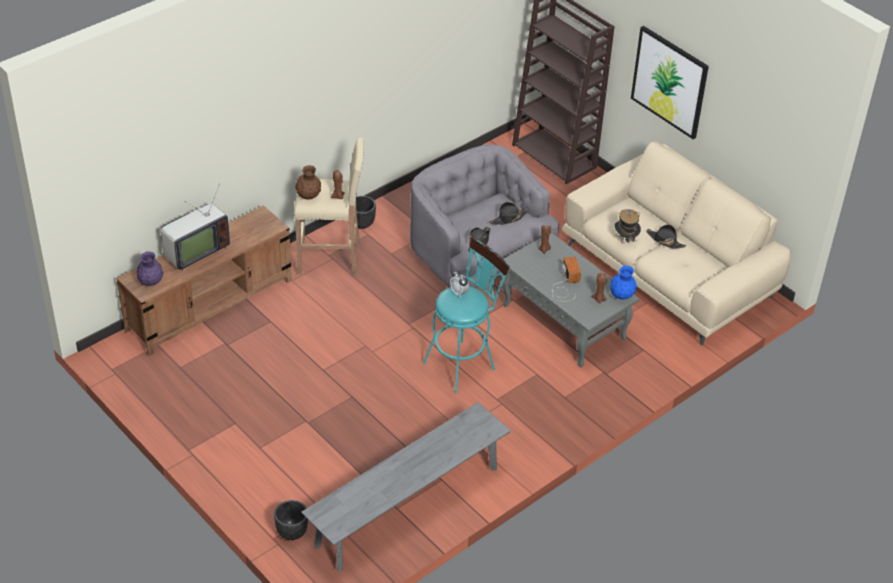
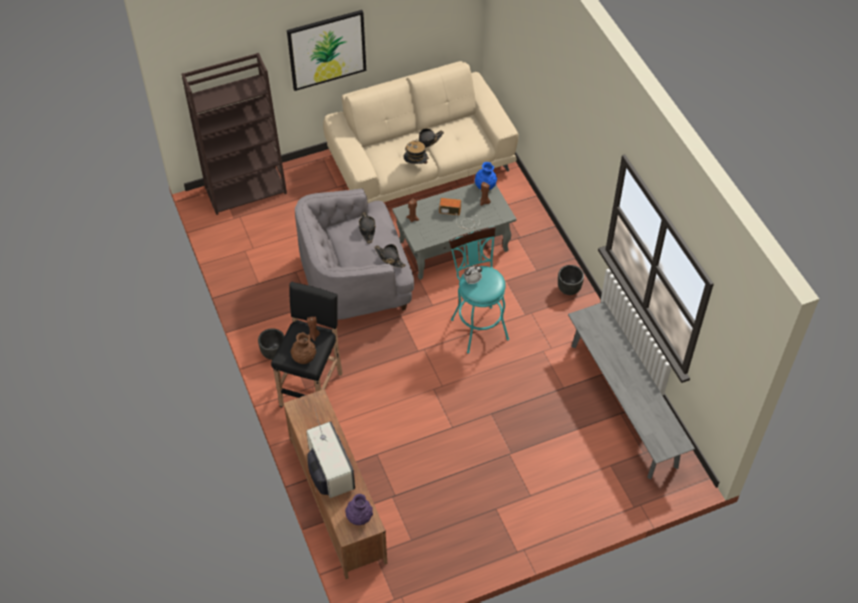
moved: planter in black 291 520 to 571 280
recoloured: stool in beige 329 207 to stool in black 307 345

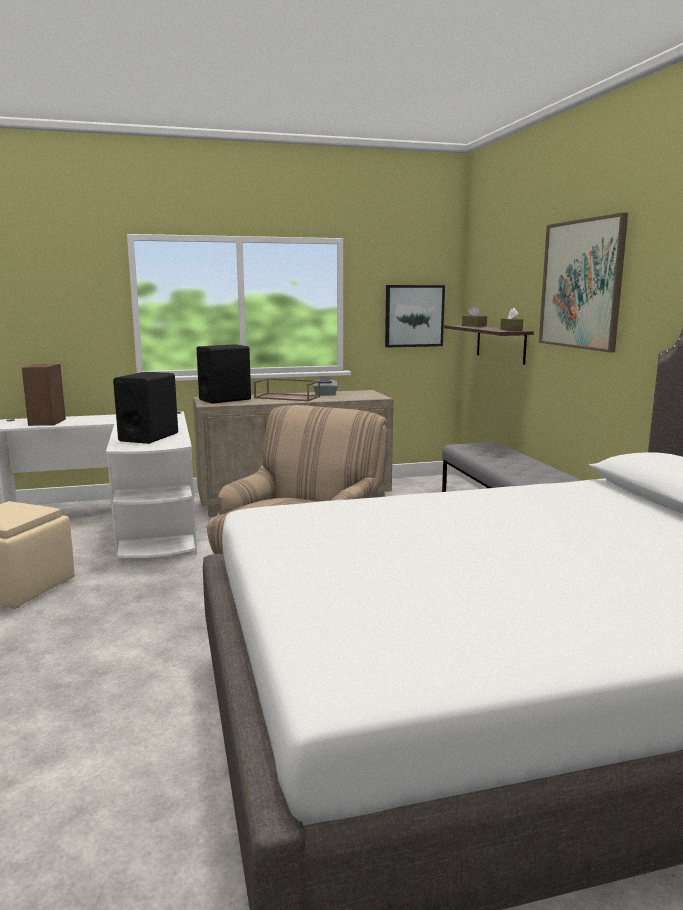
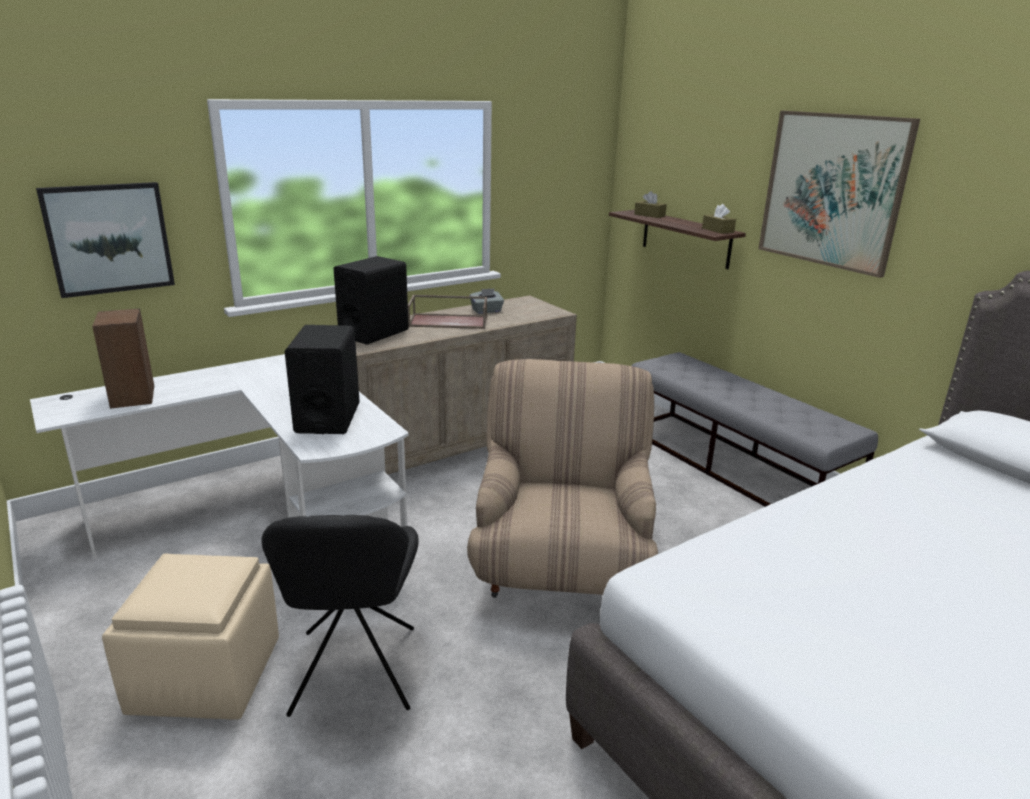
added: chair in black 340 616
moved: picture 415 316 to 105 240

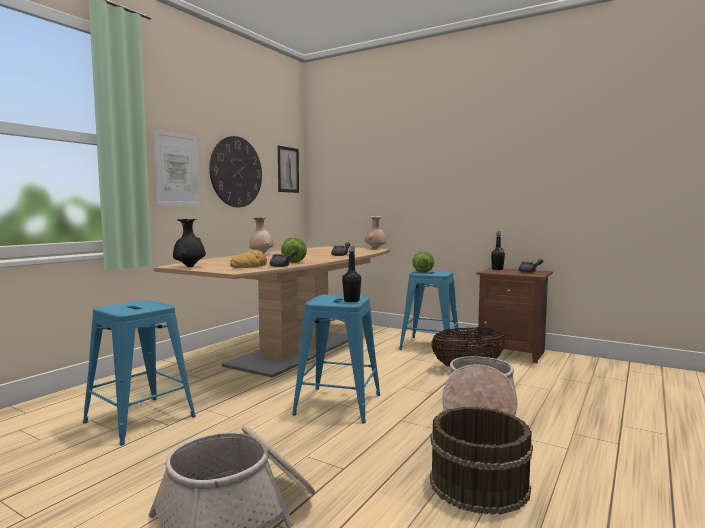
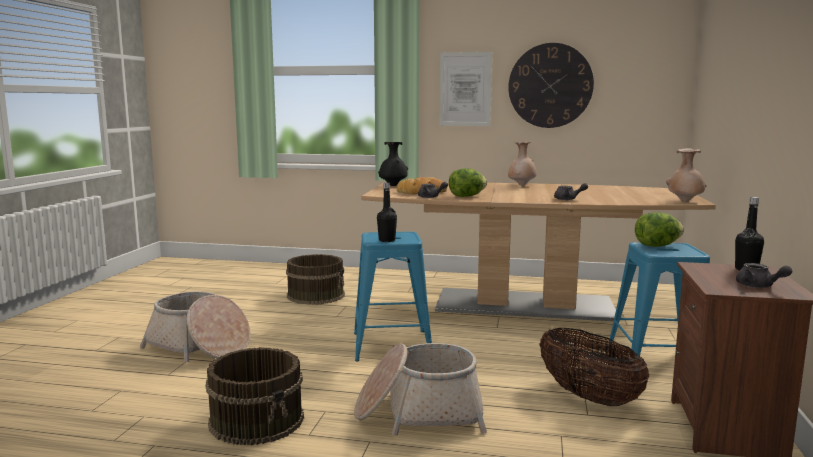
removed: picture 288 169
replaced: stool in blue 139 372 to bucket in brown 315 279

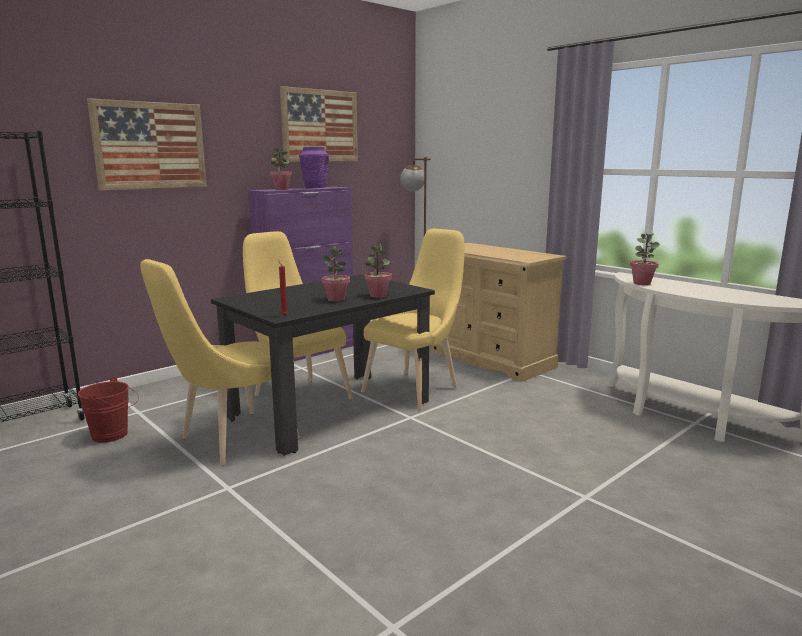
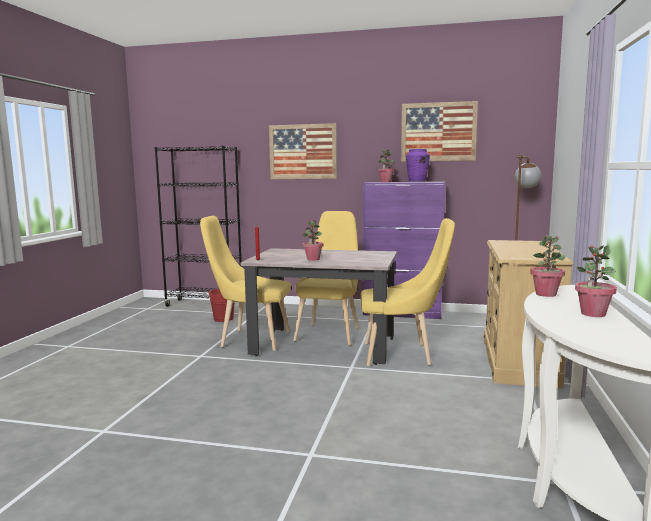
moved: potted plant 378 271 to 596 281
recoloured: dining table in black 323 365 to dining table in beige 319 306

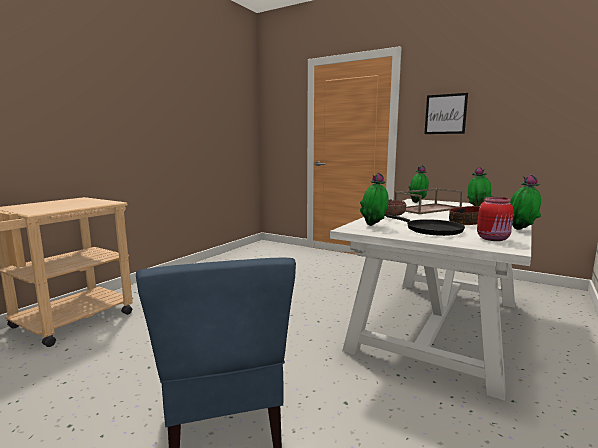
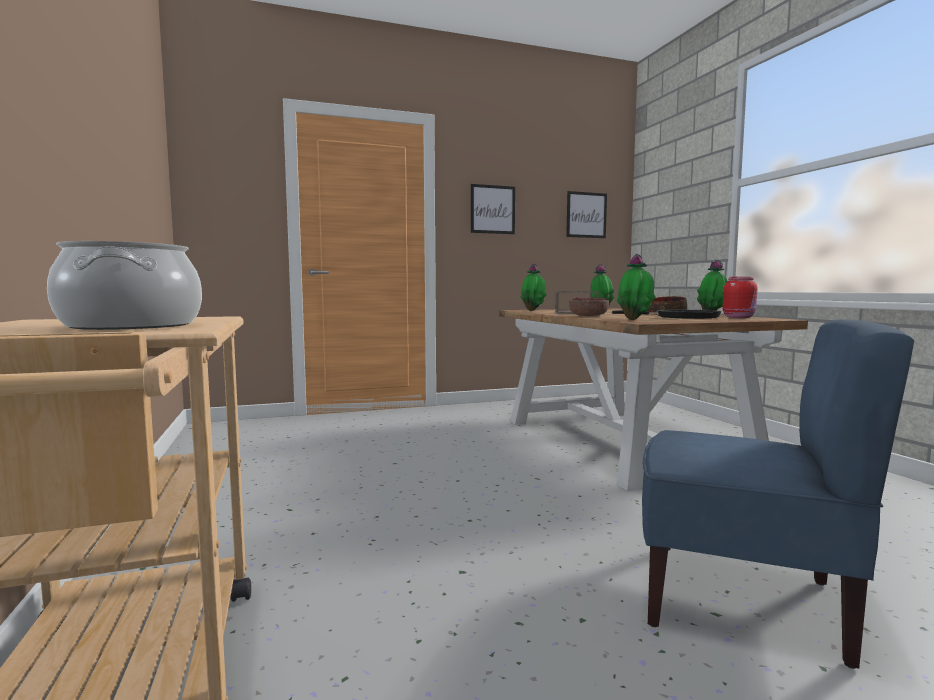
added: cooking pot 124 285; picture 586 214
recoloured: dining table in white 431 300 to dining table in brown 653 400

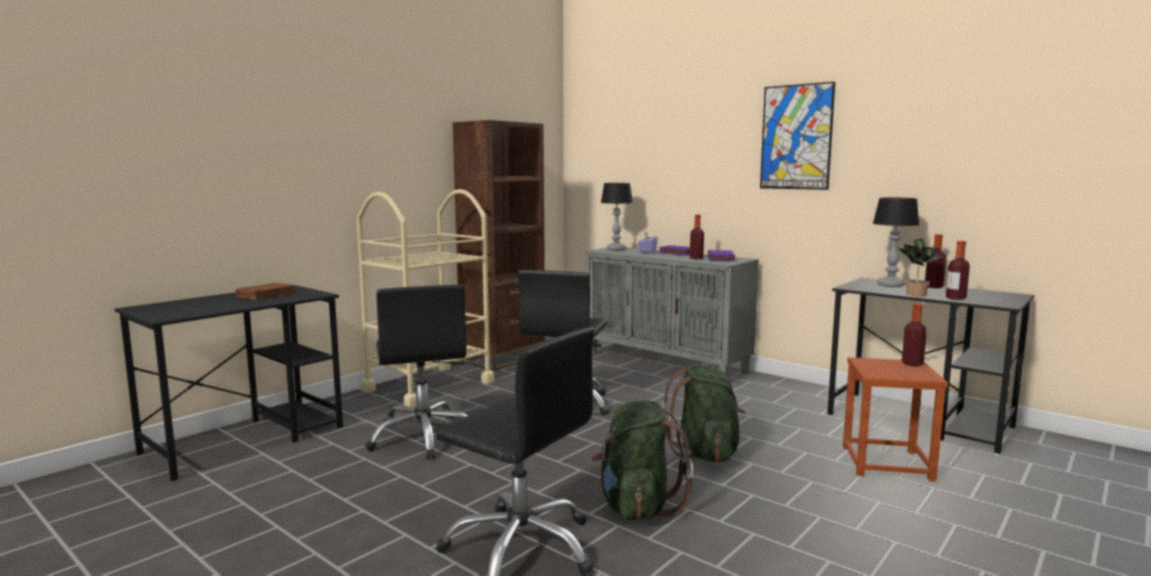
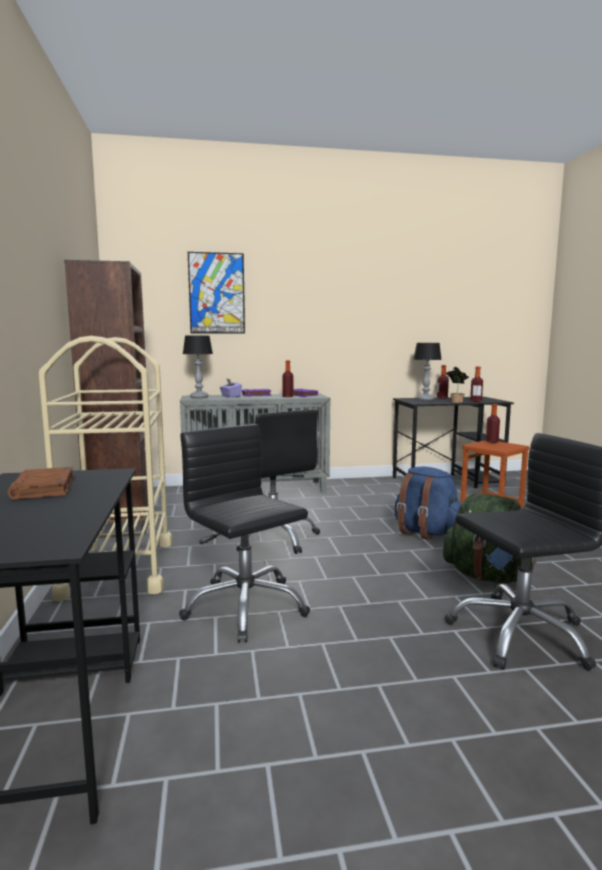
moved: picture 797 136 to 216 293
recoloured: backpack in green 703 413 to backpack in blue 428 503
turned: office chair in black 416 372 = 244 533 150 degrees counterclockwise

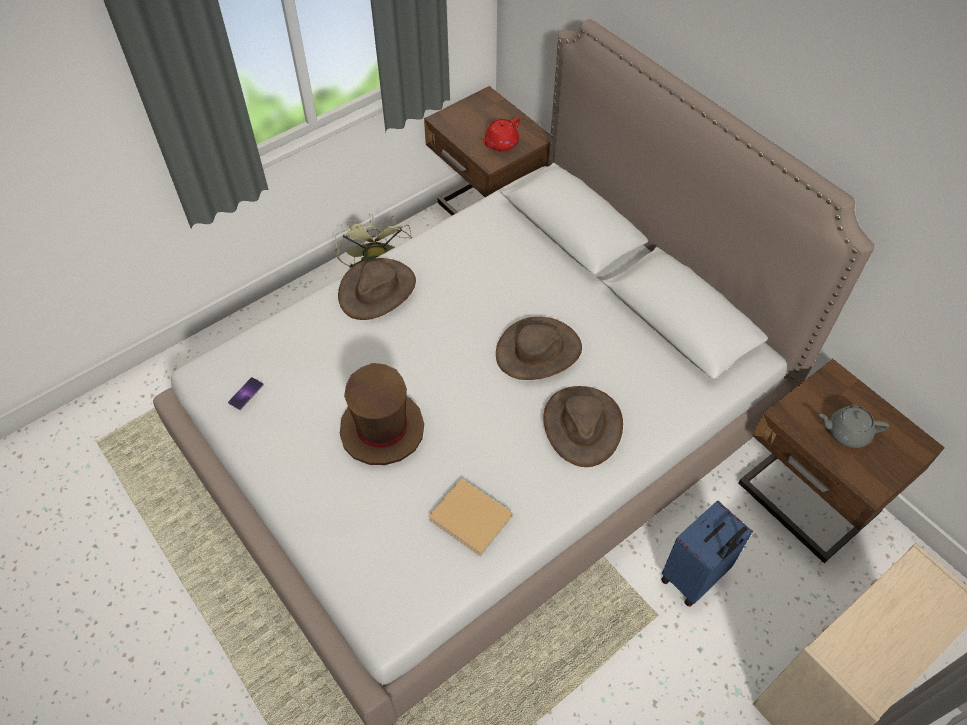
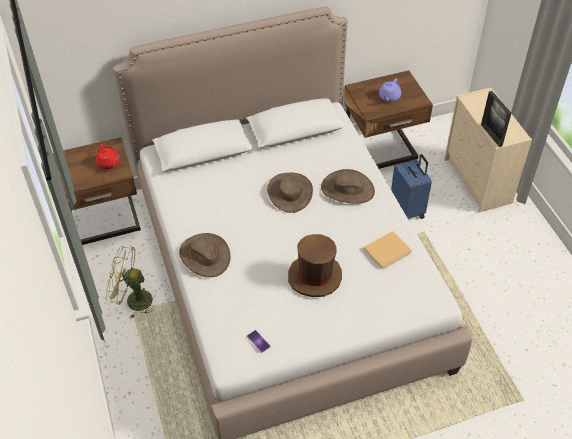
added: picture frame 496 119
recoloured: teapot in grey 854 426 to teapot in purple 390 90

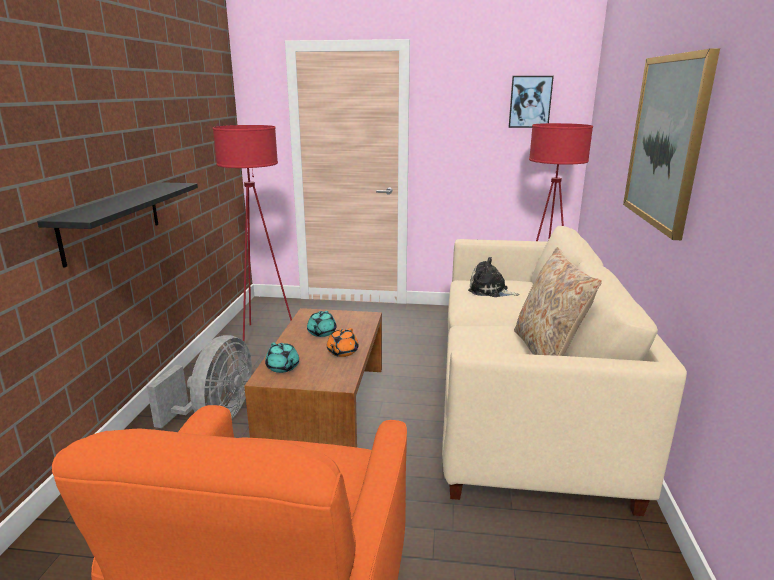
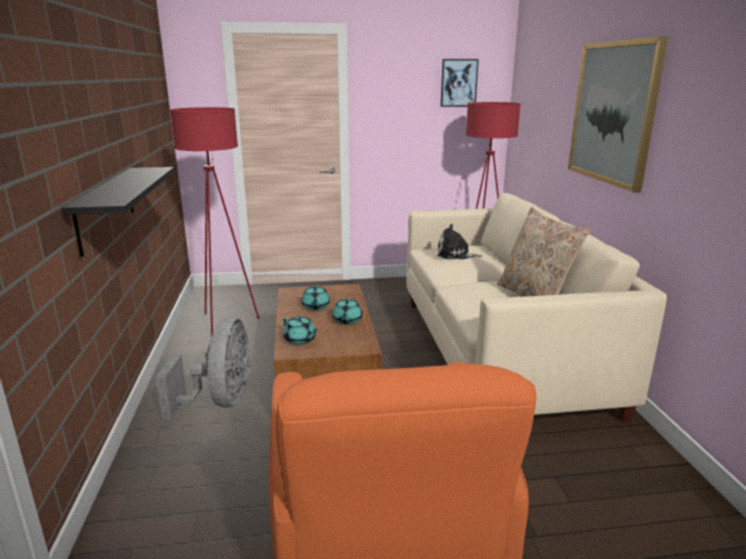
recoloured: teapot in orange 343 342 to teapot in turquoise 347 311

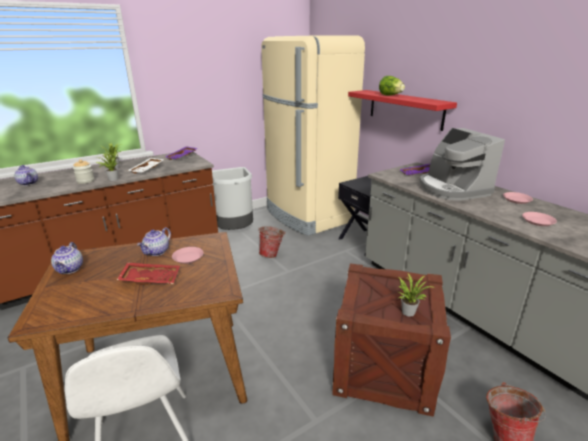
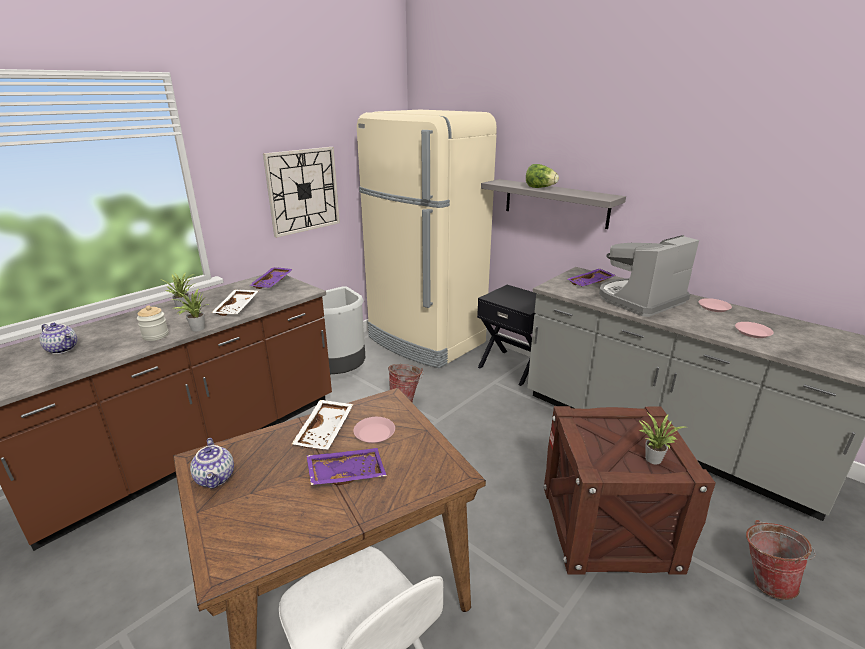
added: wall clock 301 192
replaced: teapot 154 241 to tray in white 322 424
recoloured: tray in red 148 273 to tray in purple 347 466; shelf in red 402 110 to shelf in grey 553 204
turned: coffee machine 462 164 = 649 276 90 degrees clockwise

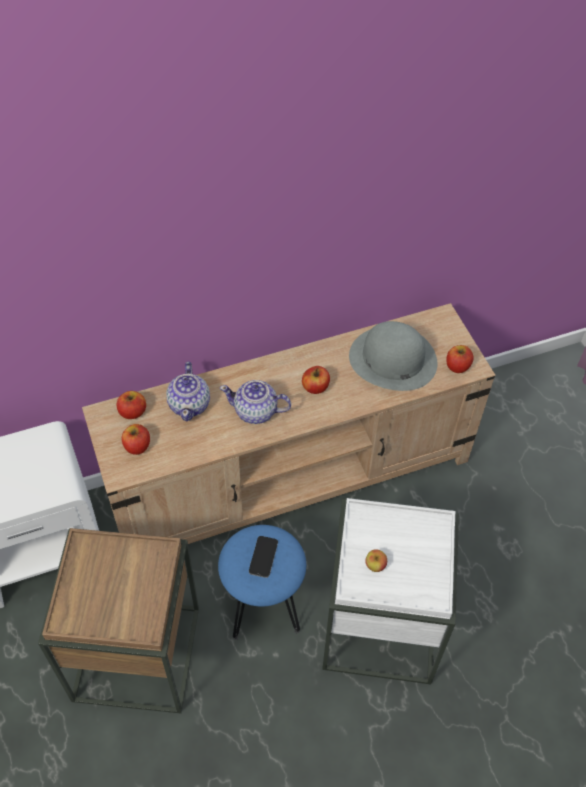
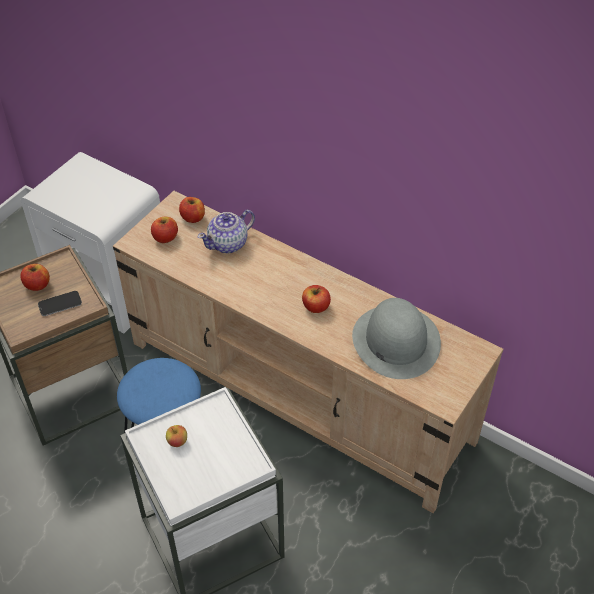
removed: teapot 255 402
moved: apple 460 359 to 35 277; phone 263 557 to 60 303

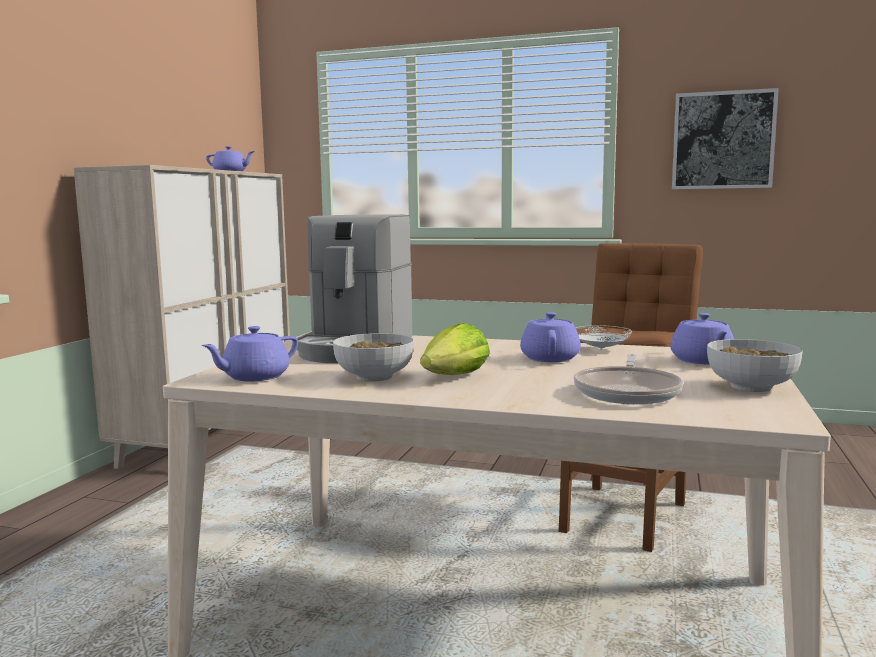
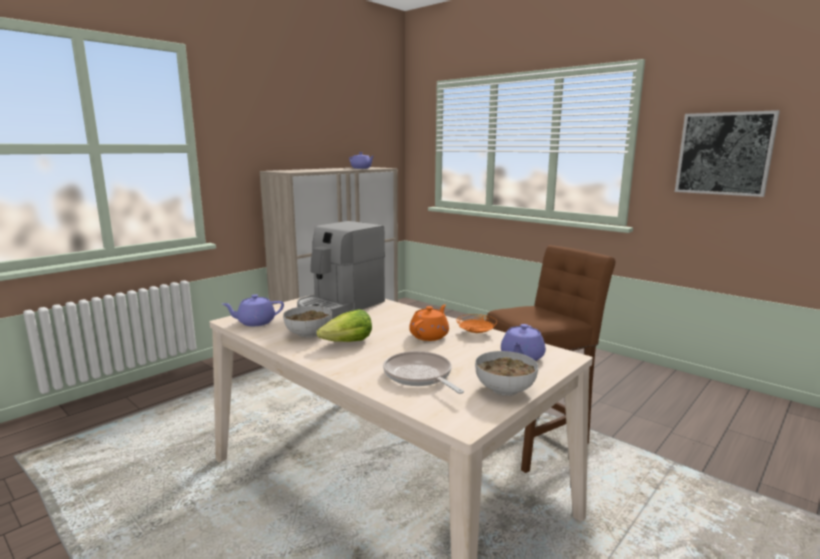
recoloured: teapot in purple 550 337 to teapot in orange 429 322; plate in white 604 337 to plate in orange 477 324
turned: frying pan 628 379 = 423 372 105 degrees clockwise

